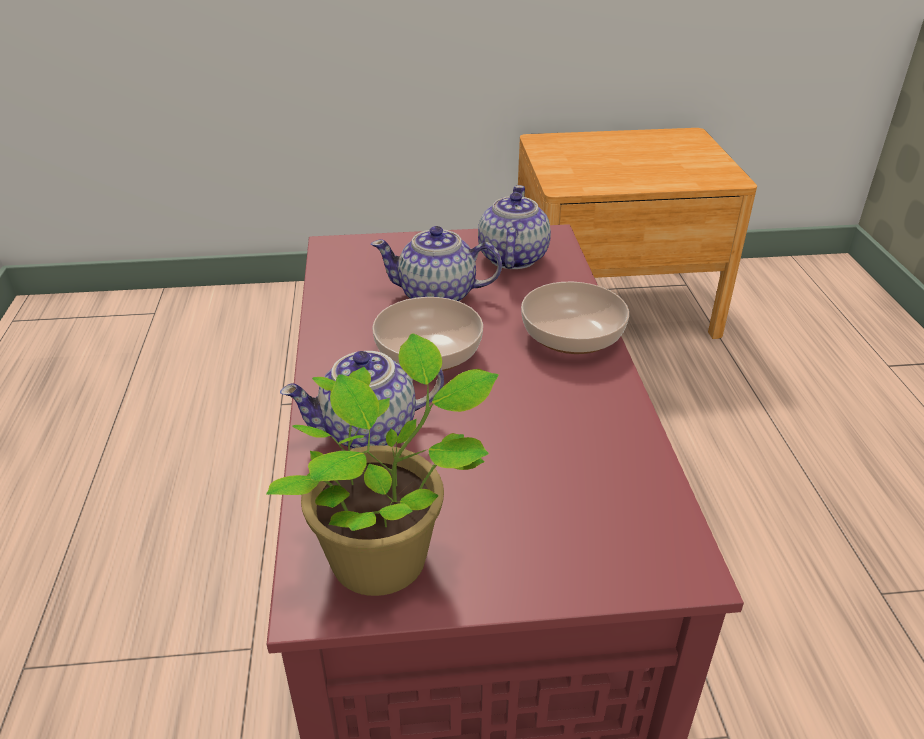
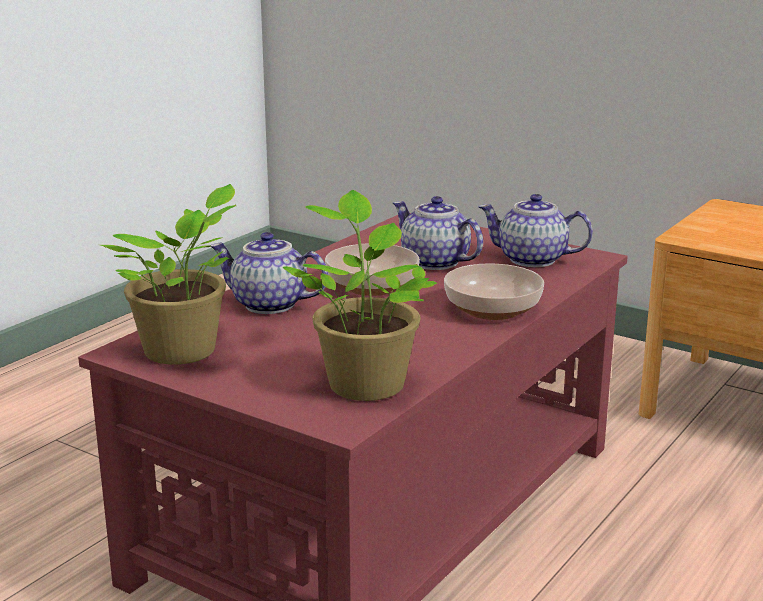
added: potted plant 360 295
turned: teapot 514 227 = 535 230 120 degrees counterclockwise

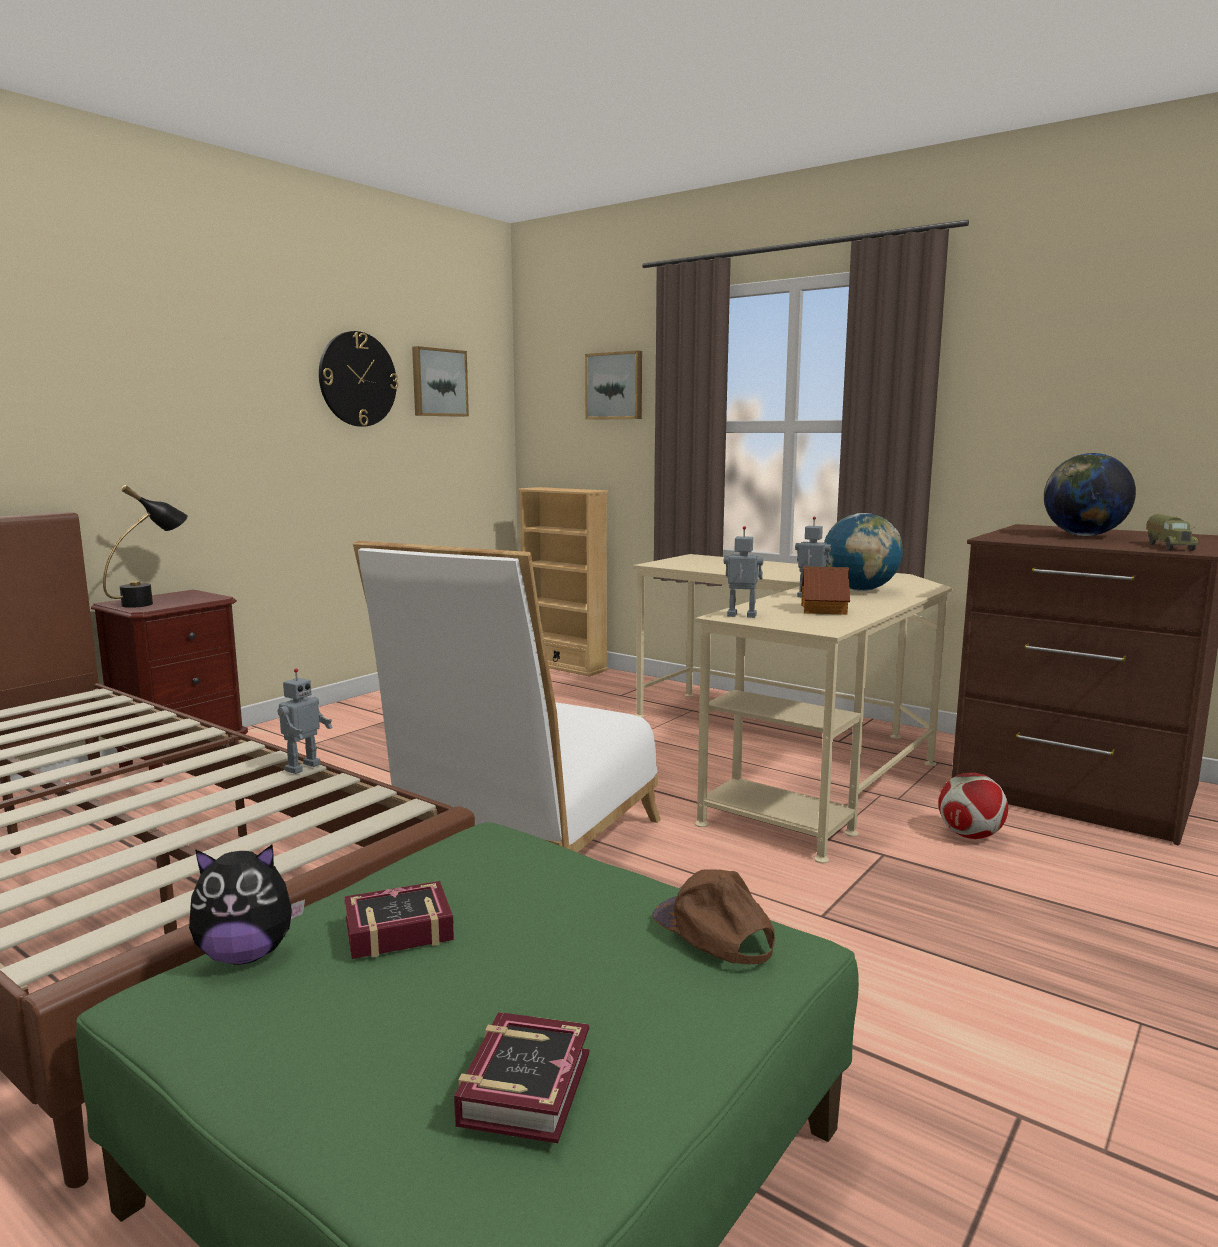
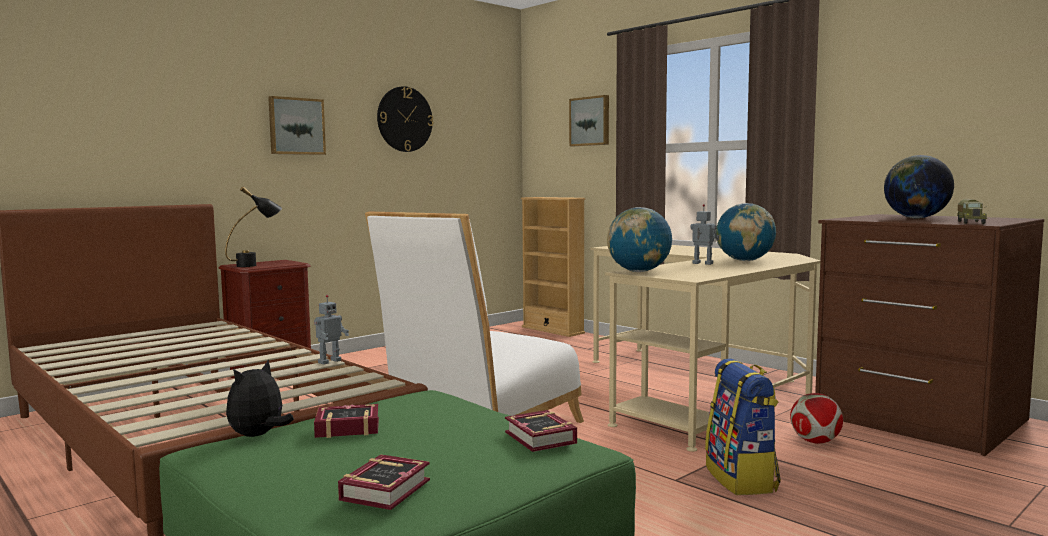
removed: toy house 825 590
added: backpack 743 426
moved: picture 440 381 to 297 125
replaced: cap in brown 713 916 to book 541 431; toy robot 743 572 to globe 639 239
turned: plush toy 247 904 = 260 398 120 degrees clockwise

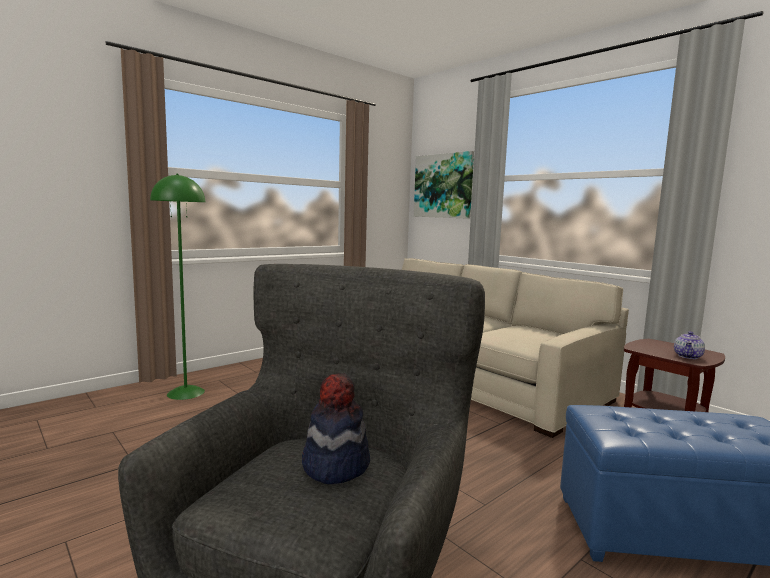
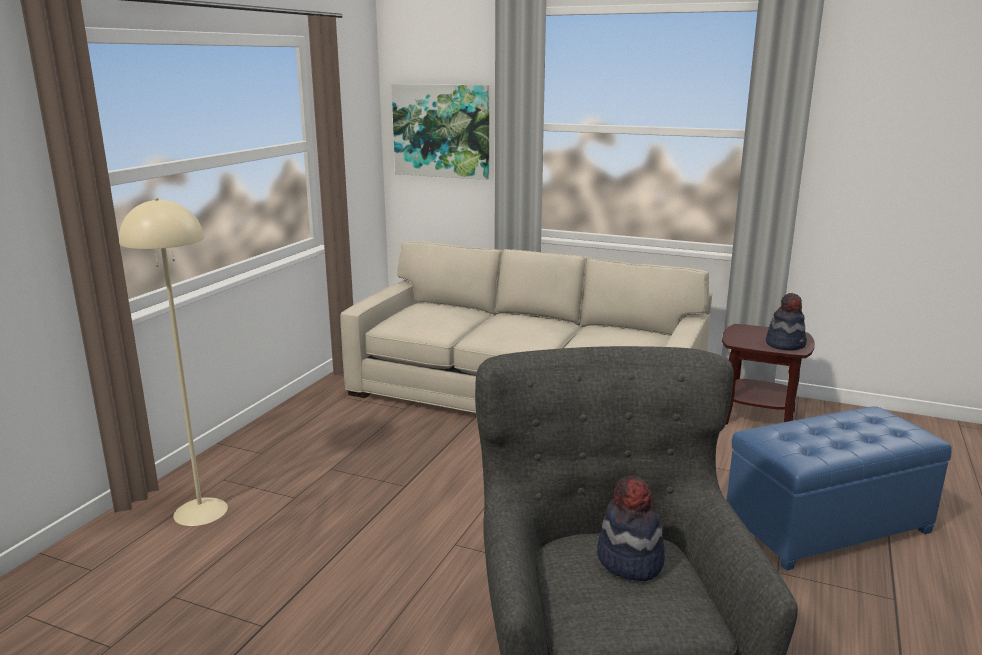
replaced: teapot 689 345 to hat 786 322
recoloured: floor lamp in green 177 287 to floor lamp in beige 173 362

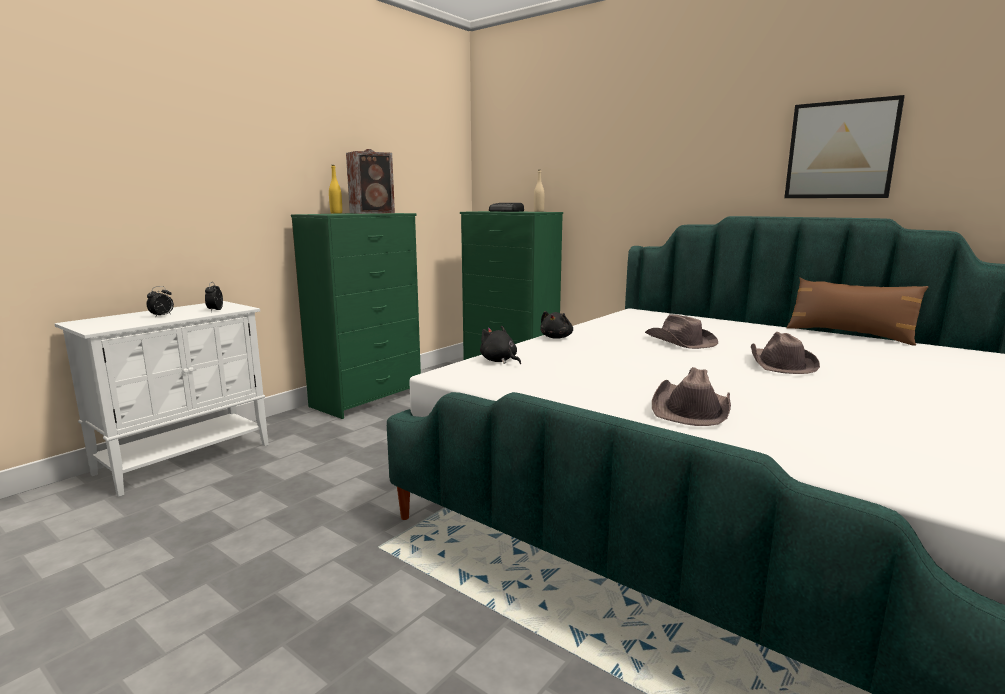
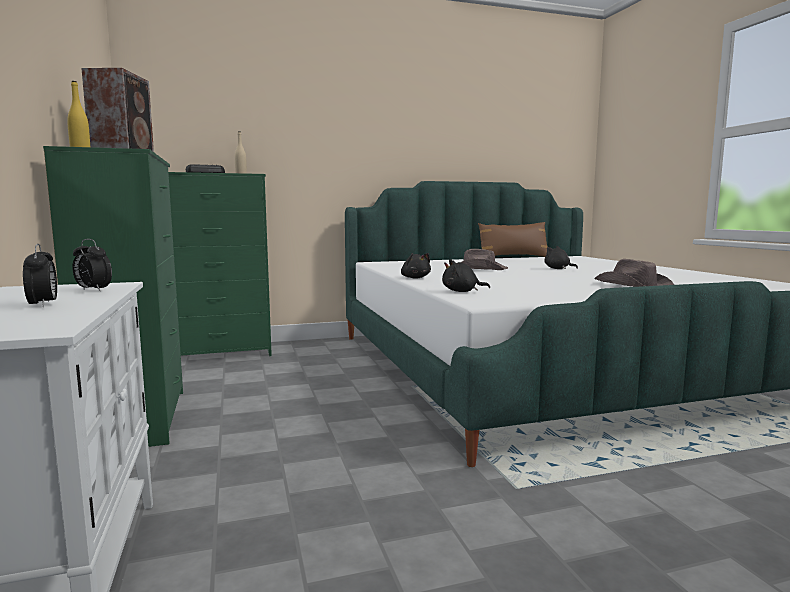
removed: picture 844 146
replaced: hat in brown 785 353 to plush toy in black 561 257

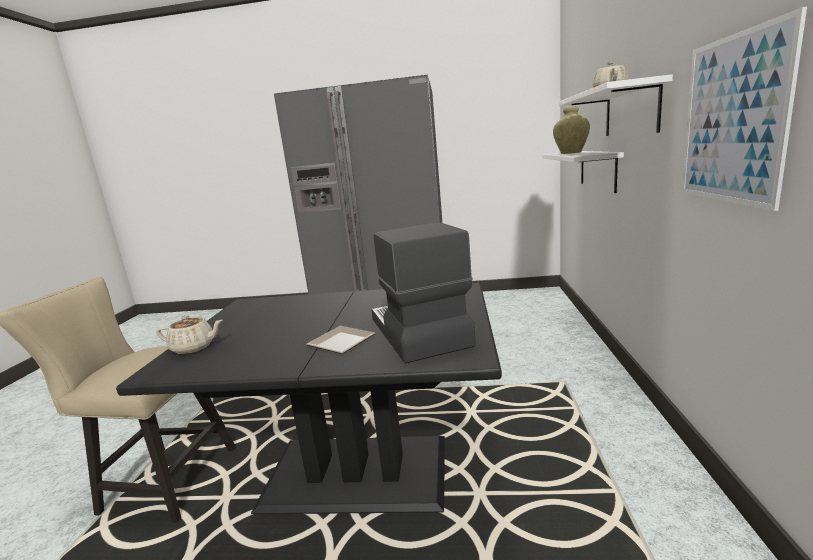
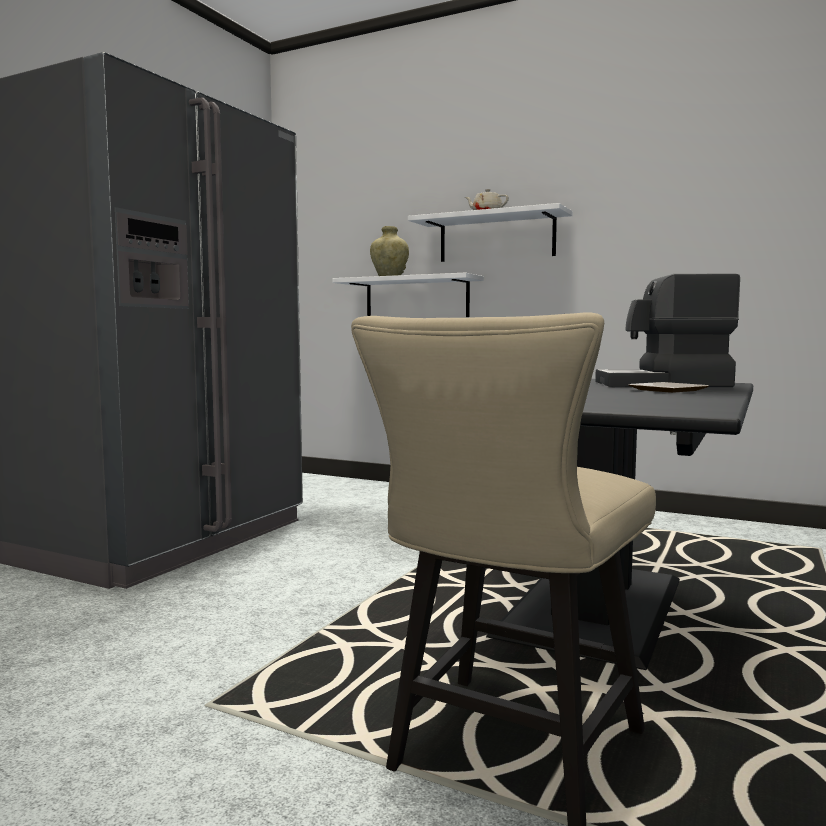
removed: teapot in beige 189 334; picture 744 109

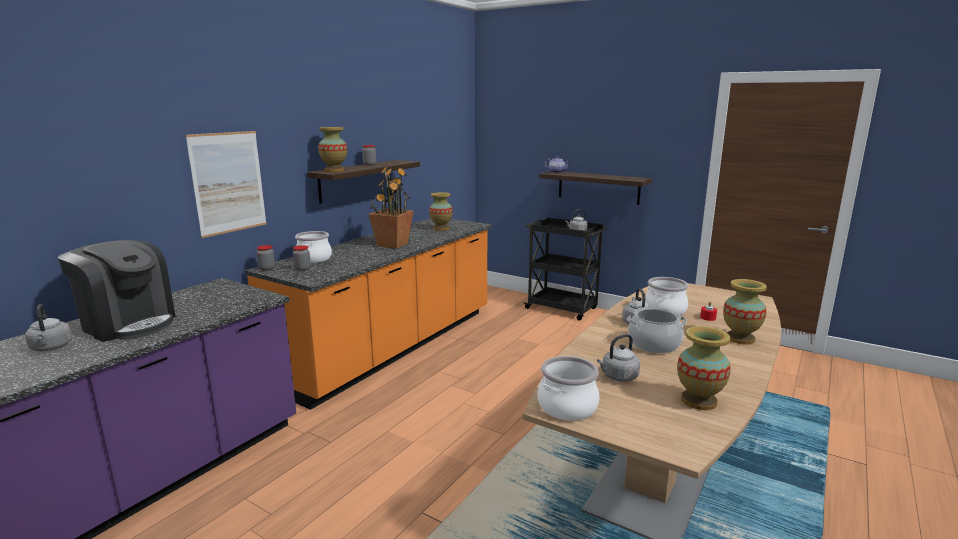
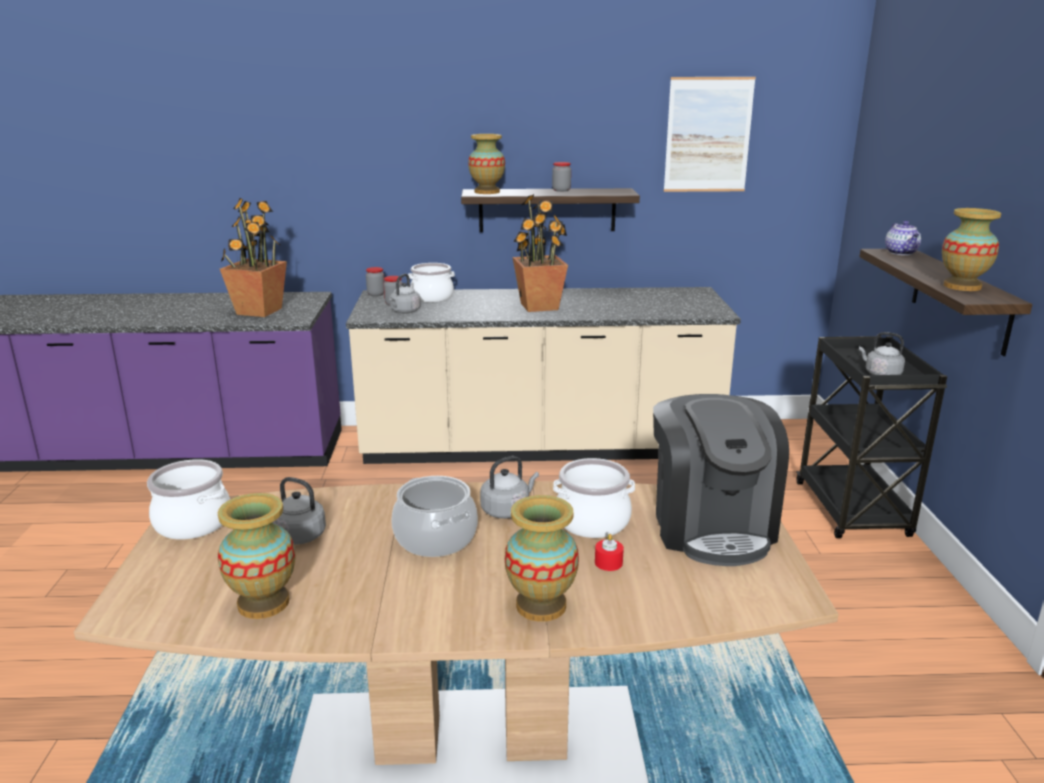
added: potted plant 253 257
moved: kettle in grey 48 328 to 405 294; coffee machine 116 291 to 721 480; picture 226 184 to 710 134; vase 441 211 to 971 249
recoloured: counter in orange 368 314 to counter in beige 543 375

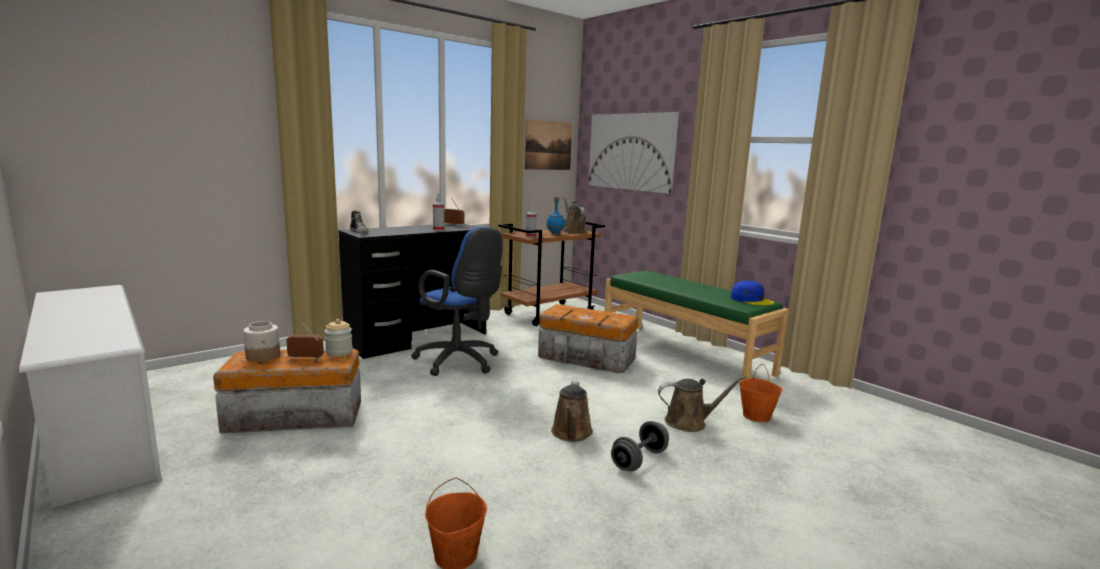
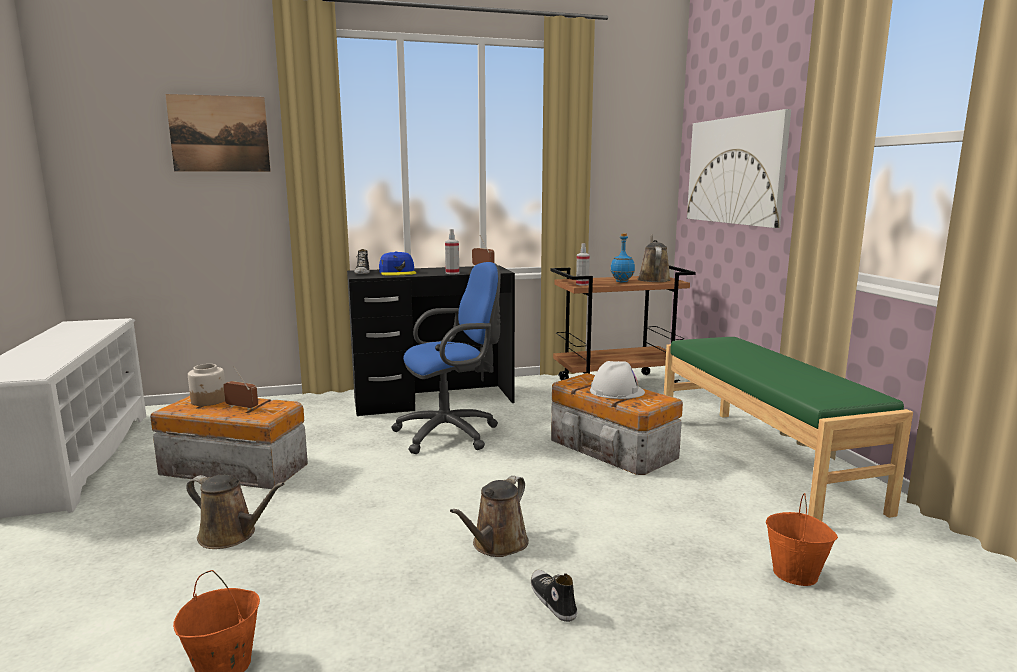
removed: jar 338 337
added: hard hat in white 617 380
moved: picture 548 144 to 218 133; watering can in brown 702 404 to 235 512; cap in blue 752 293 to 397 263
replaced: dumbbell in grey 640 446 to shoe 554 596
turned: office chair in blue 457 301 = 446 358 90 degrees counterclockwise

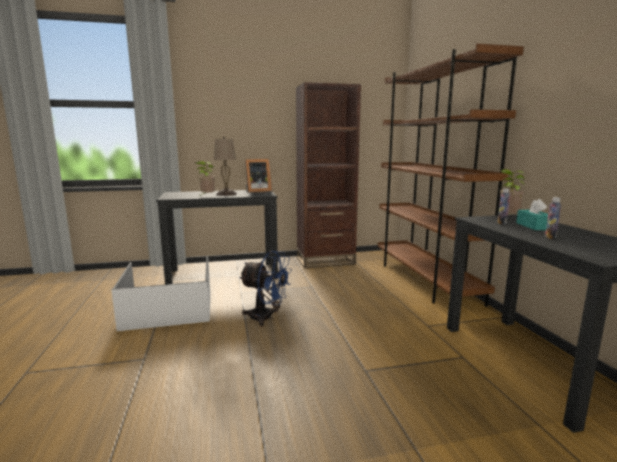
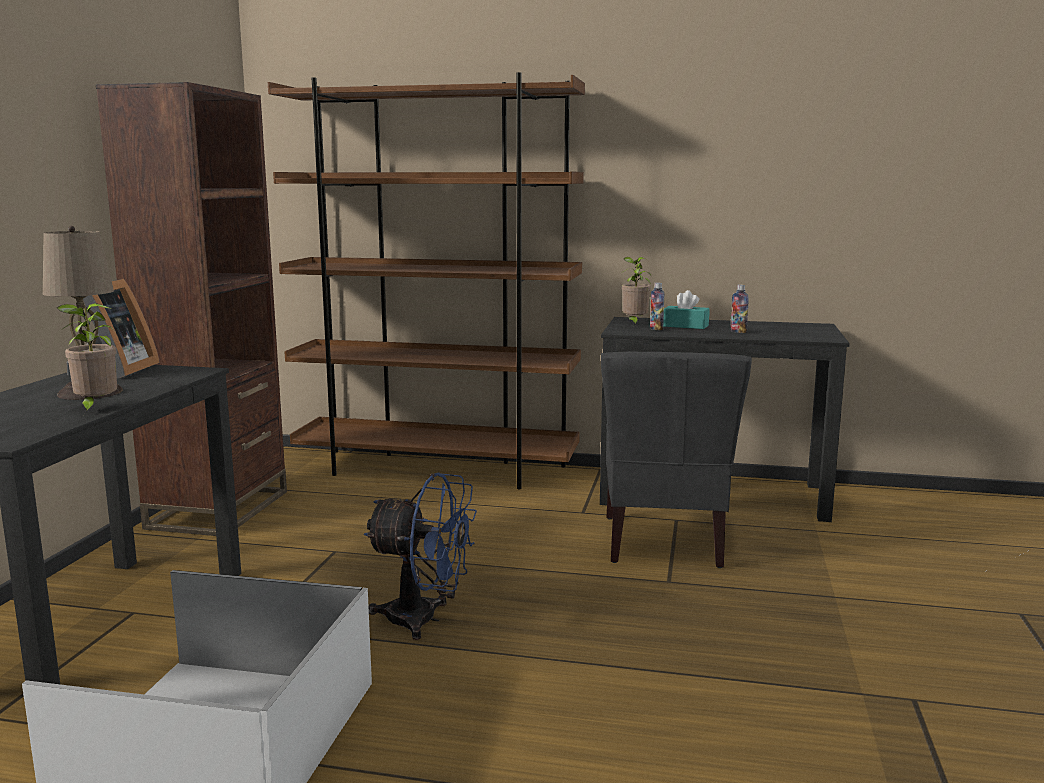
added: chair in grey 676 460
turned: fan in blue 265 289 = 420 556 60 degrees clockwise

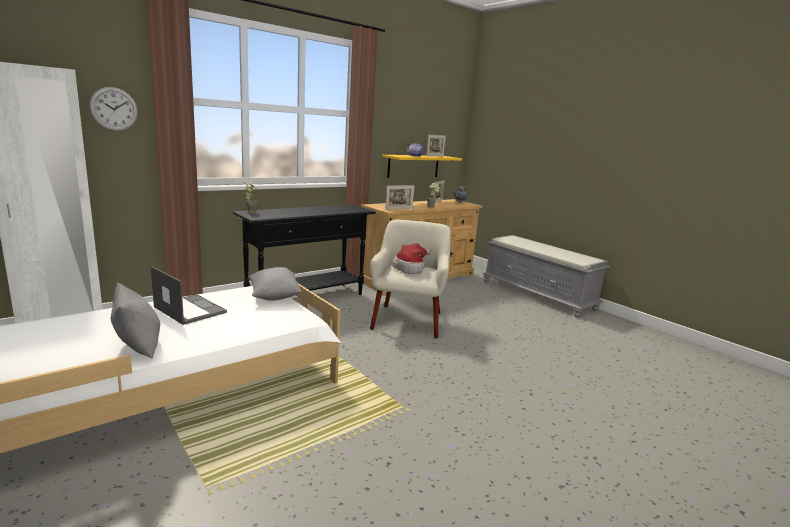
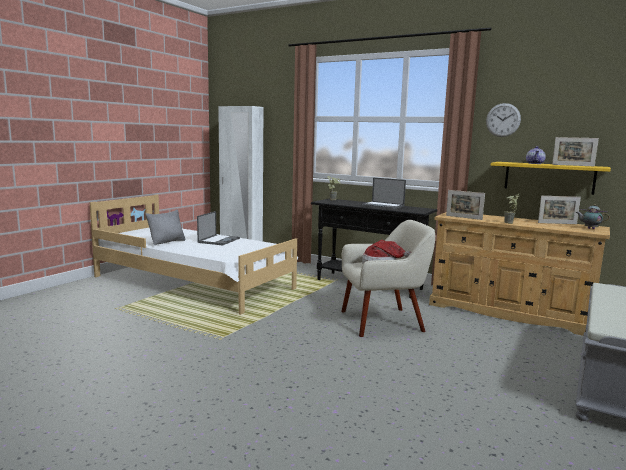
removed: pillow in grey 274 284
added: laptop 383 194
moved: wall clock 113 109 to 503 120

